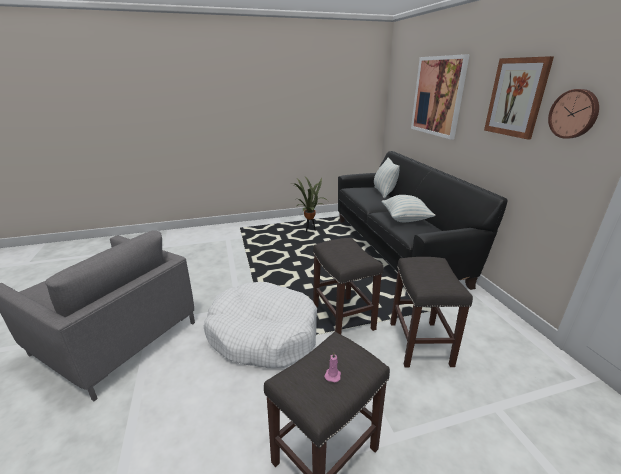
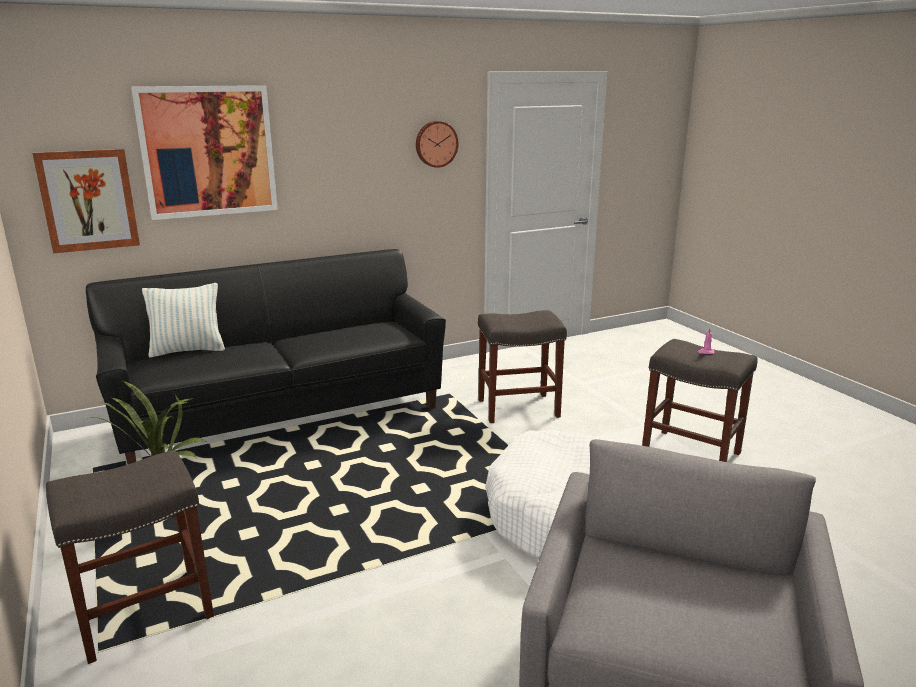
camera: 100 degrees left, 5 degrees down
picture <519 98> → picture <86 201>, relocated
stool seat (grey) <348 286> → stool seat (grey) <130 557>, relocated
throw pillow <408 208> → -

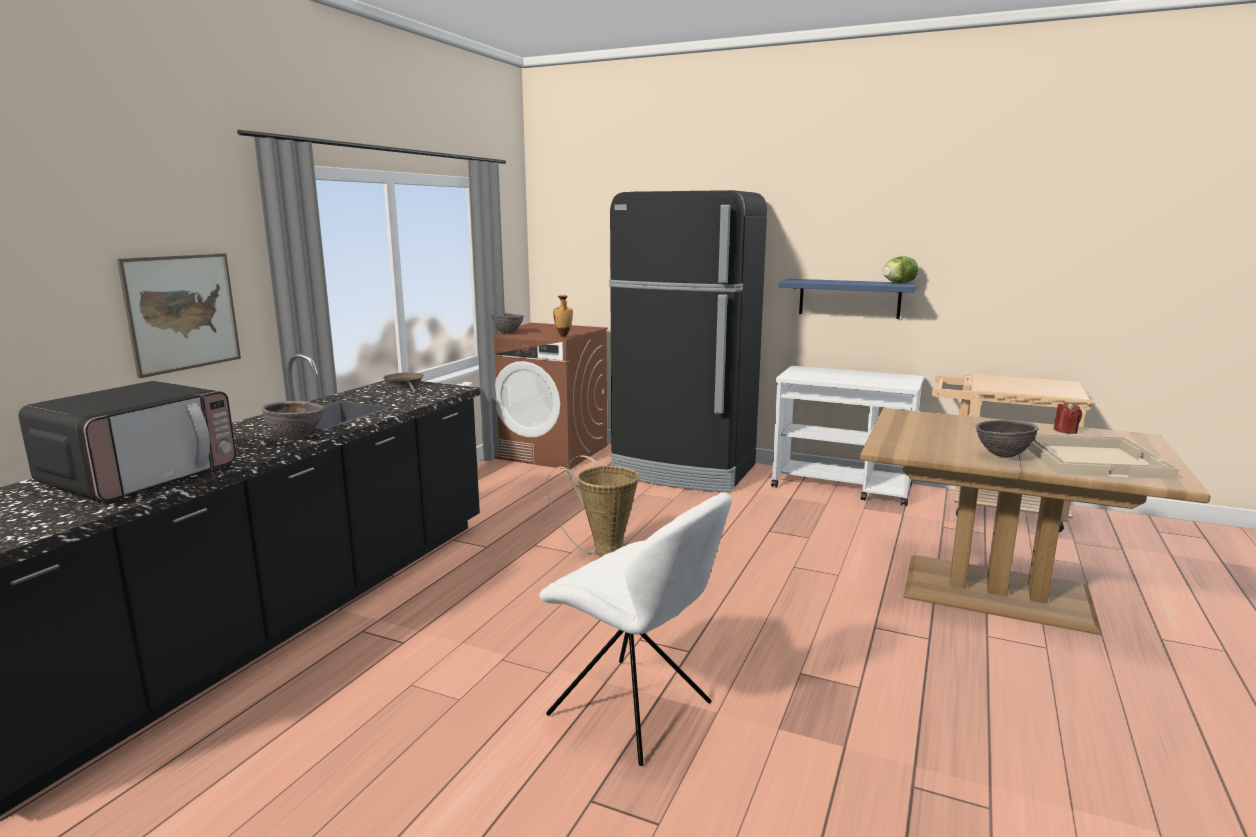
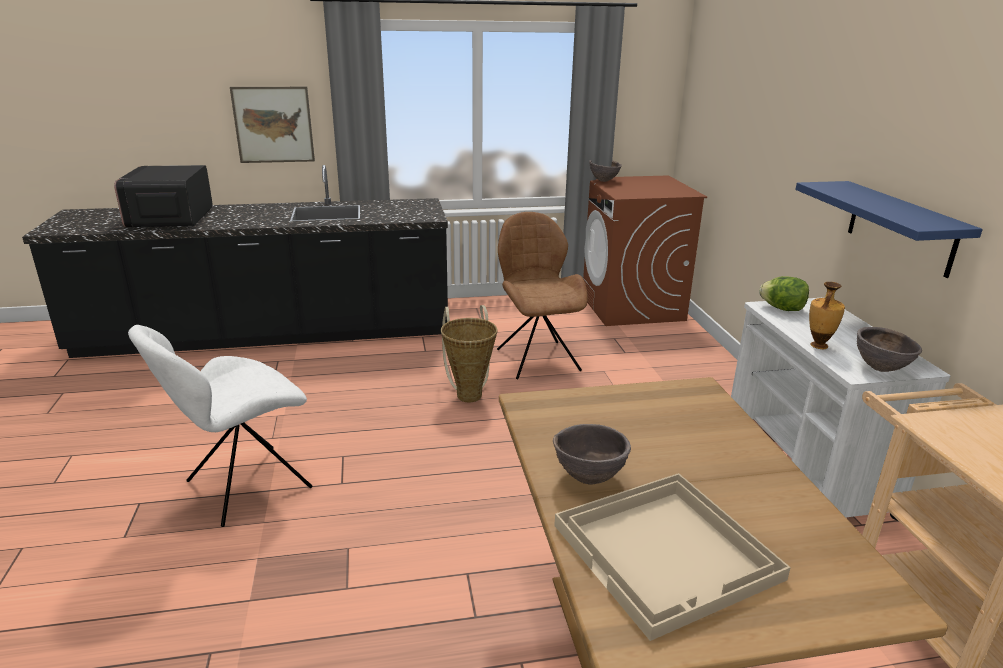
camera: 55 degrees right, 10 degrees up
kitchen microwave <127 441> → kitchen microwave <163 196>, 90 degrees clockwise
plain chair (whitish) <635 629> → plain chair (whitish) <220 426>, 45 degrees clockwise
- → plain chair (brown-coloured) <542 295>
lettuce <900 270> → lettuce <784 293>, relocated
decorative vase <563 317> → decorative vase <827 315>, relocated
bowl (brown-coloured) <292 420> → bowl (brown-coloured) <889 349>, relocated
skillet (brown-coloured) <403 383> → -
fridge (black-coloured) <688 341> → -
wax light (reddish) <1068 418> → -

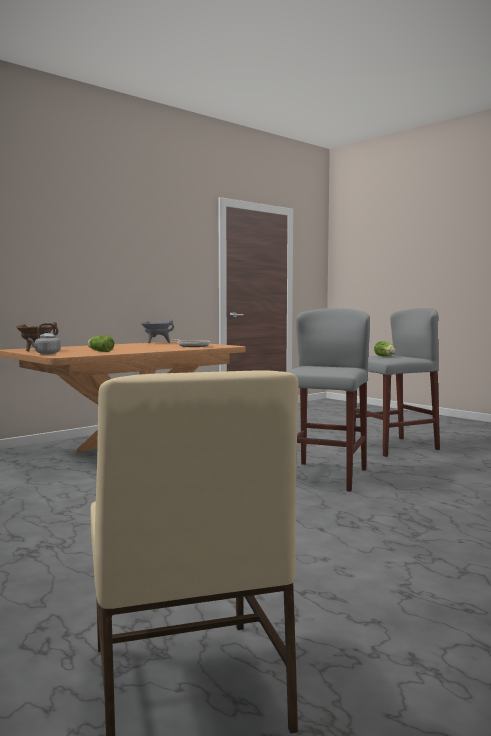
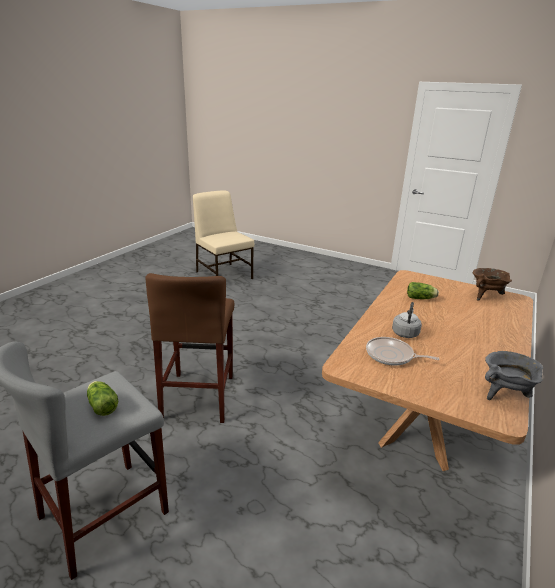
camera: 160 degrees right, 20 degrees up
stool seat (grey) <328 400> → stool seat (brown-coloured) <189 348>
kettle (grey) <44 338> → kettle (grey) <407 320>, relocated

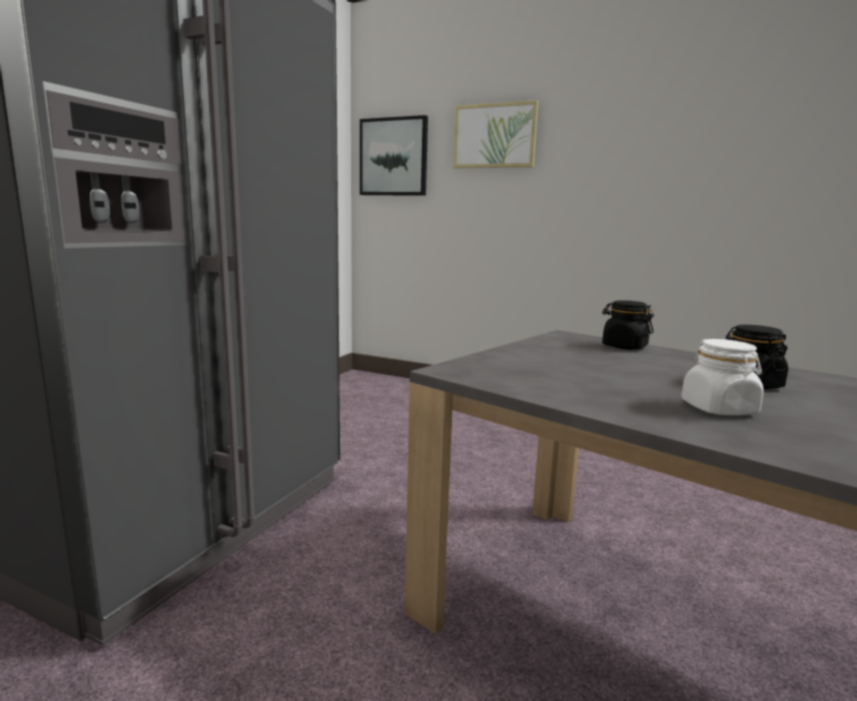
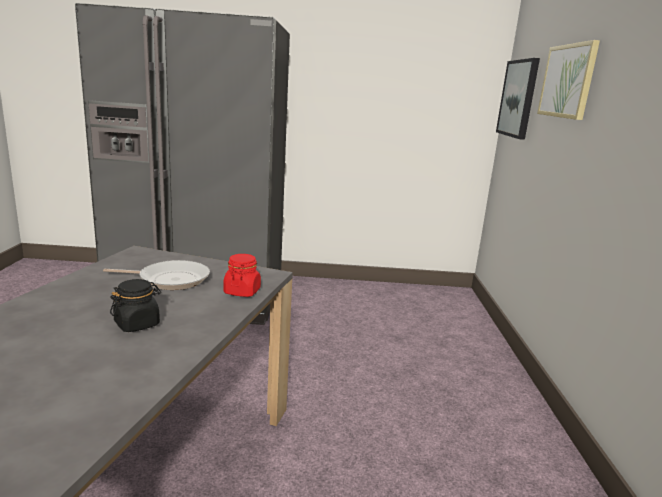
camera: 65 degrees right, 5 degrees up
- → skillet <156 275>
jar (black-coloured) <628 325> → jar (reddish) <242 275>
jar (whitish) <722 377> → -

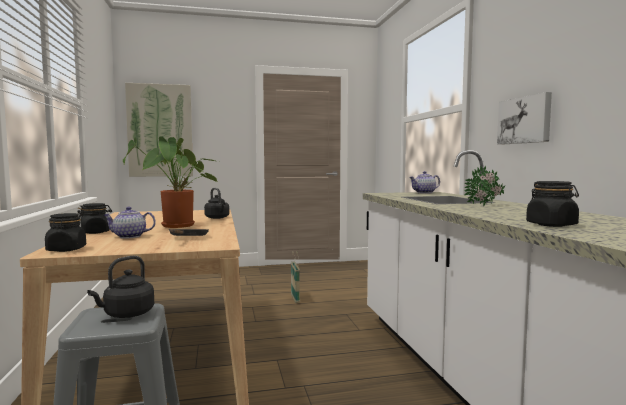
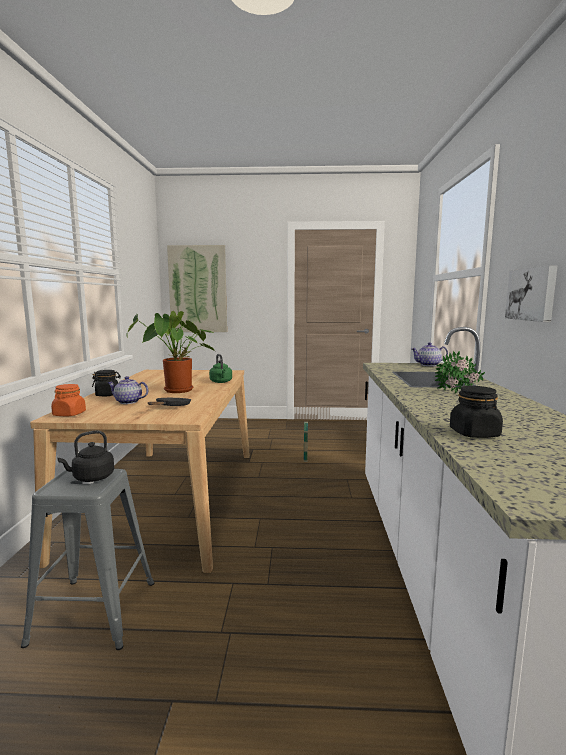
camera: 15 degrees right, 5 degrees up
jar (black-coloured) <65 232> → jar (orange) <68 400>
kettle (black-coloured) <216 203> → kettle (green-coloured) <220 368>

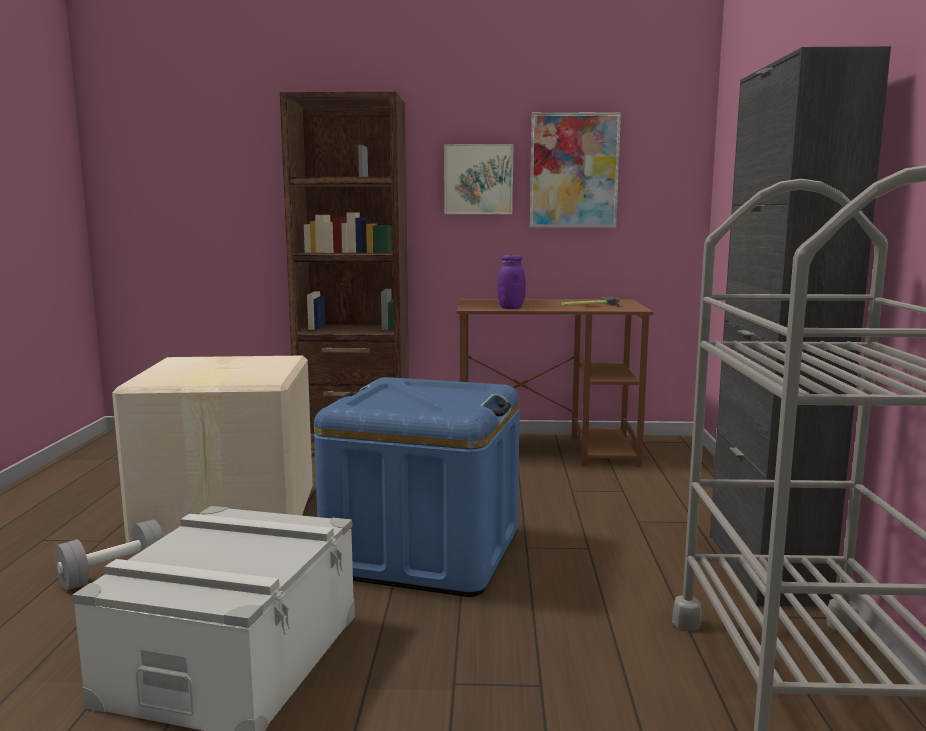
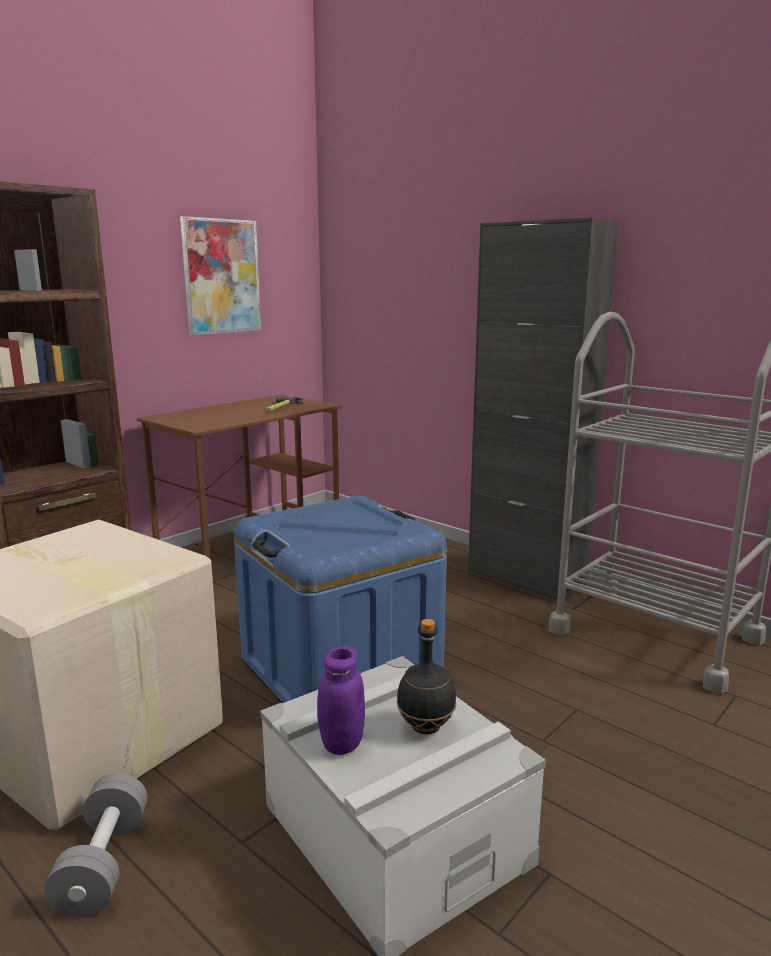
camera: 50 degrees left, 5 degrees up
jar (purplish) <511 282> → jar (purplish) <341 700>, relocated
- → beverage bottle (black-coloured) <426 676>
picture <478 179> → -

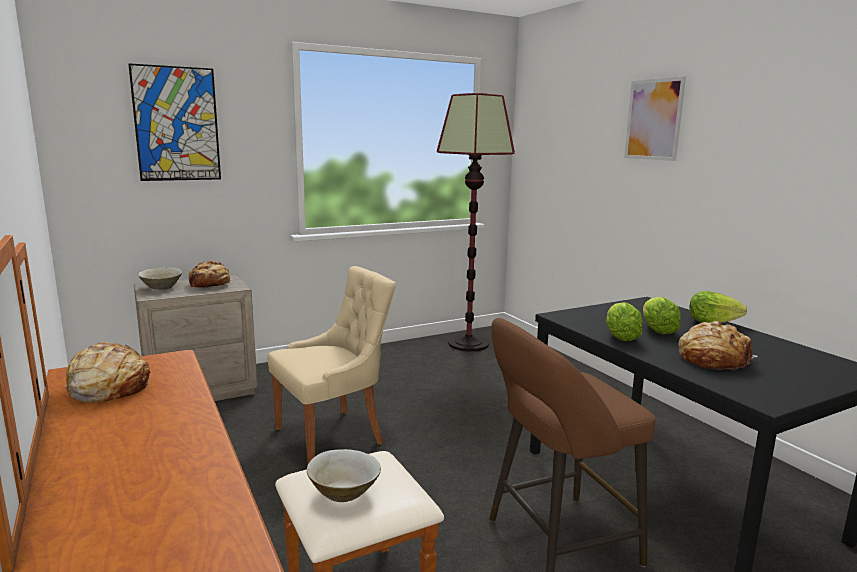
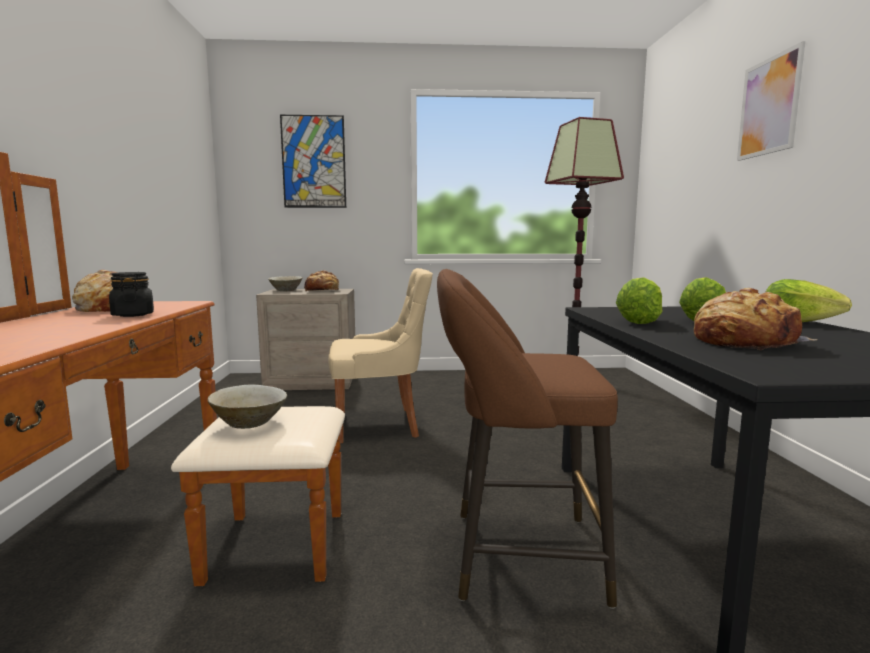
camera: 25 degrees right, 5 degrees down
- → jar (black-coloured) <131 294>

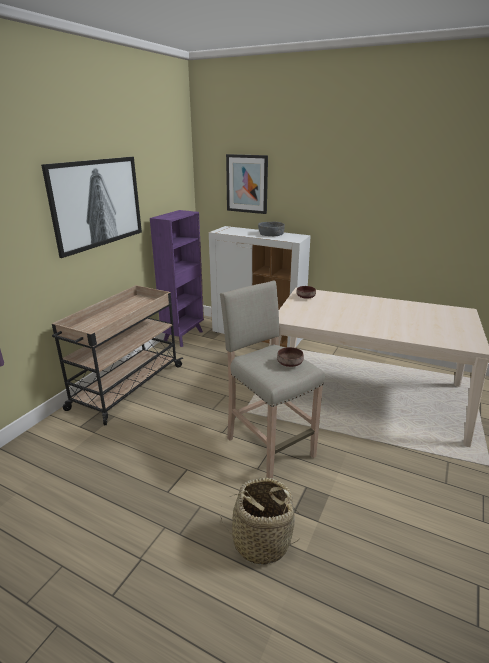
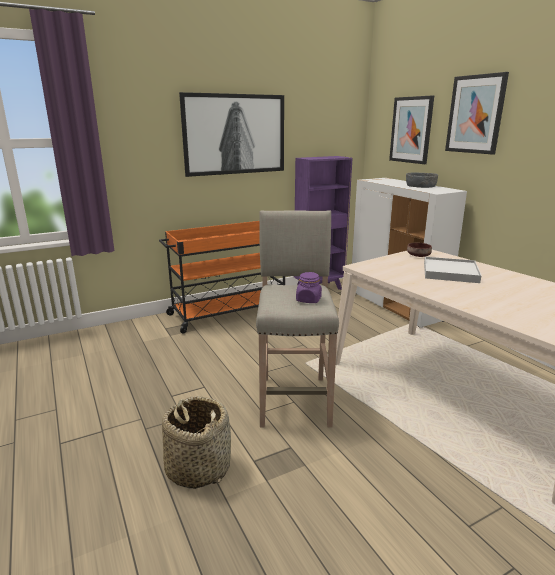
camera: 35 degrees right, 5 degrees down
wheeled cart (beige) <117 355> → wheeled cart (orange) <222 277>
bowl (brown-coloured) <290 357> → jar (purplish) <309 287>
- → serving tray (whitish) <453 270>
- → picture <477 113>

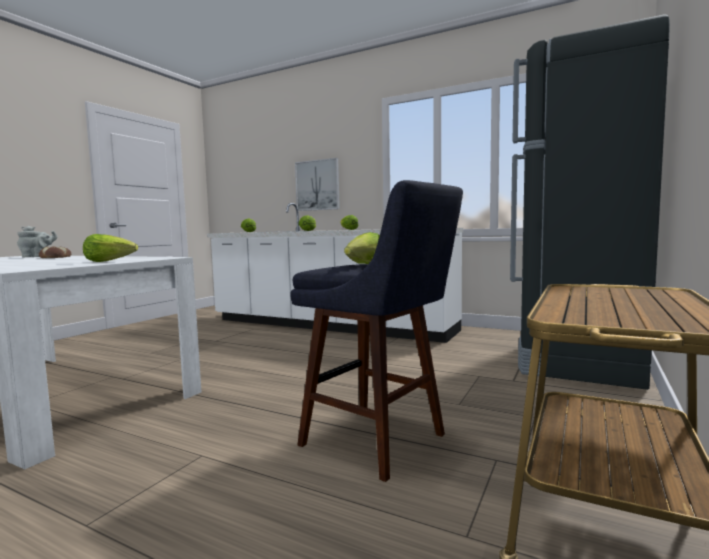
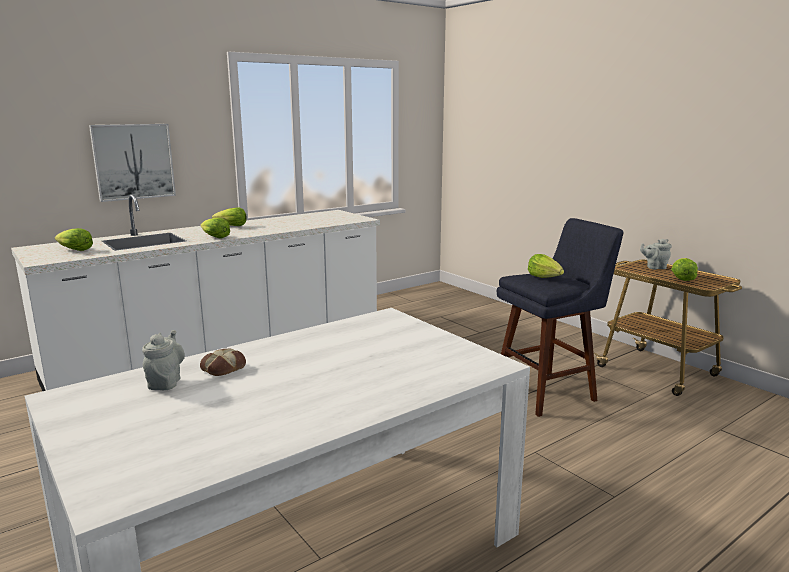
camera: 65 degrees left, 10 degrees up
- → teapot (grey) <656 254>
lettuce <110 248> → lettuce <684 269>, relocated
fridge (black-coloured) <590 202> → -

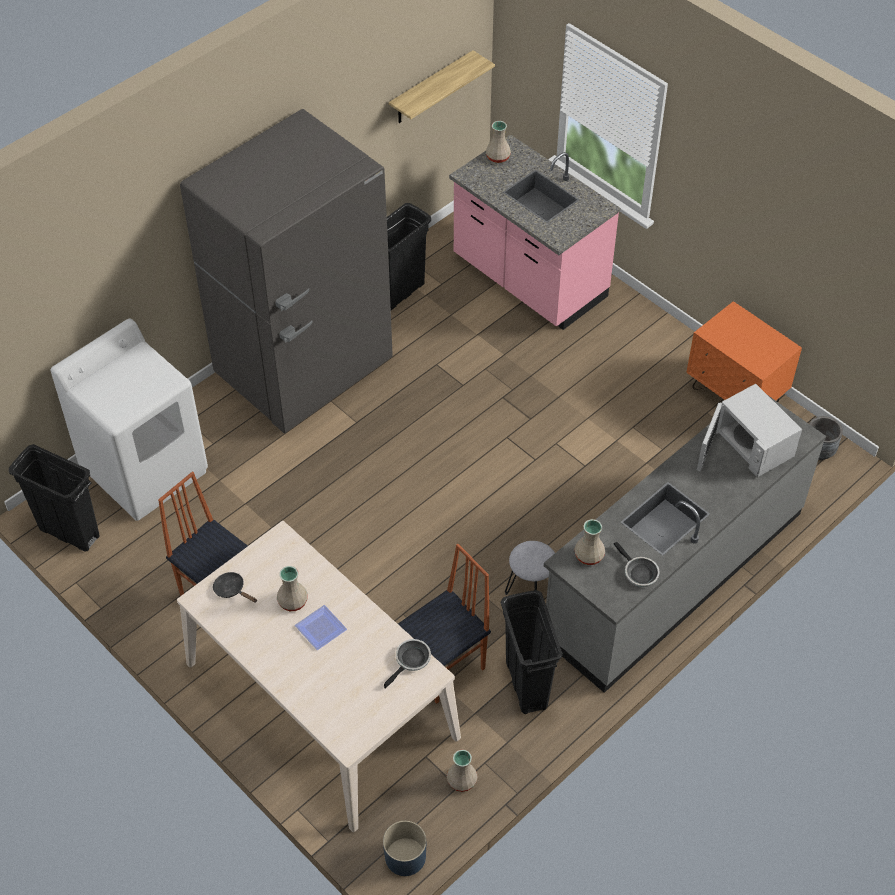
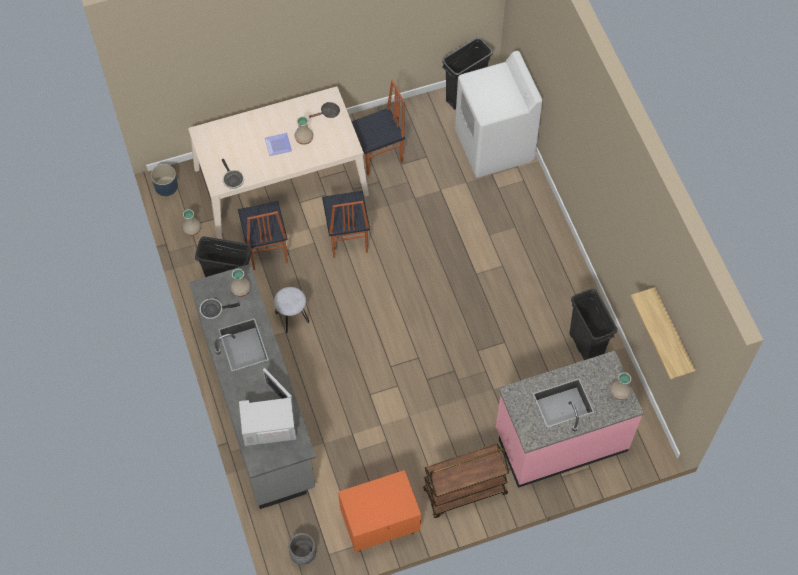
camera: 115 degrees right, 10 degrees up
- → plain chair <346 224>
- → wheeled cart (brown-coloured) <466 481>
fridge (grey) <286 271> → -

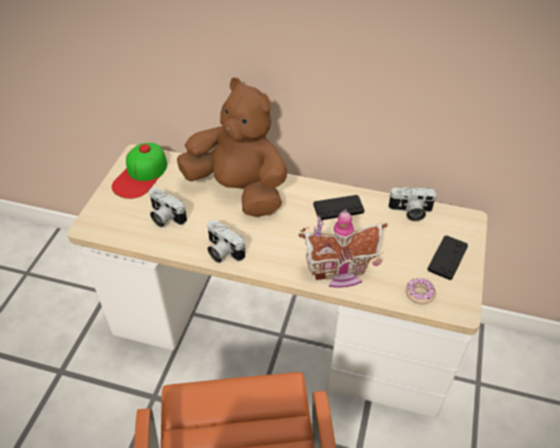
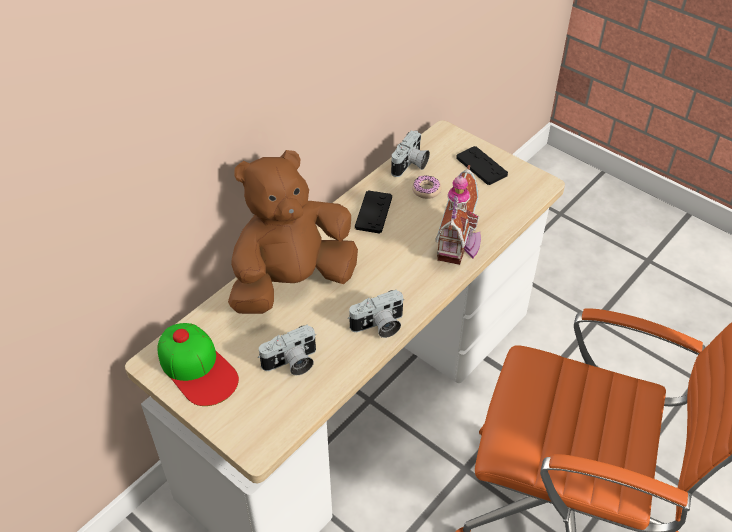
camera: 65 degrees left, 0 degrees up
donut <421 291> → donut <427 187>, relocated

